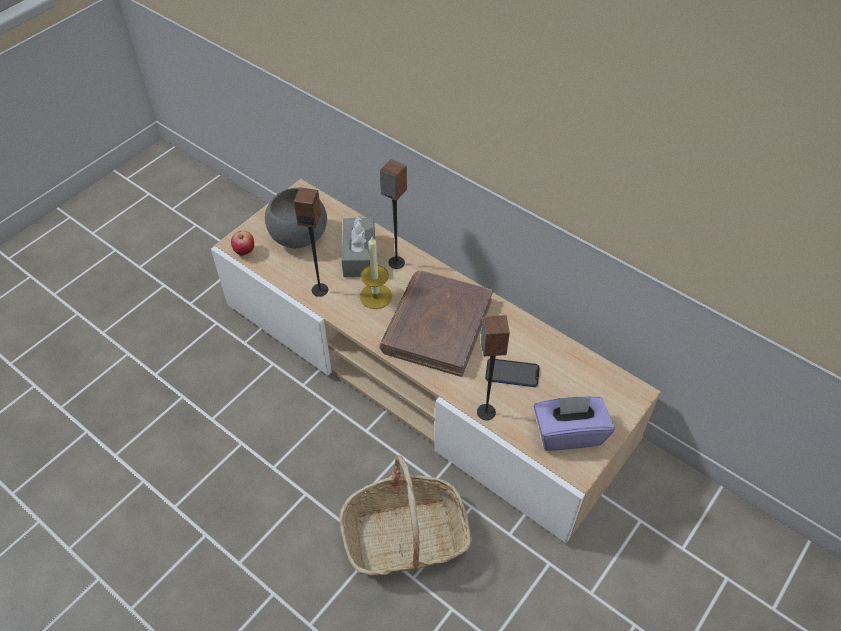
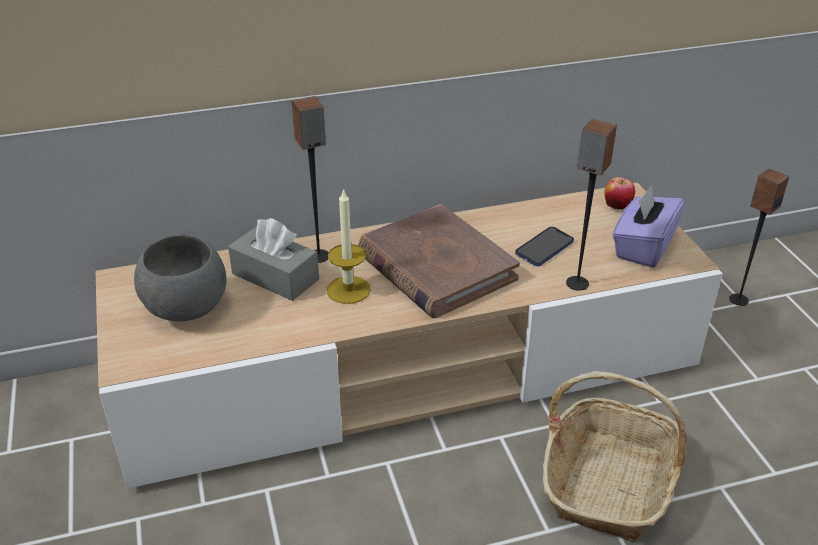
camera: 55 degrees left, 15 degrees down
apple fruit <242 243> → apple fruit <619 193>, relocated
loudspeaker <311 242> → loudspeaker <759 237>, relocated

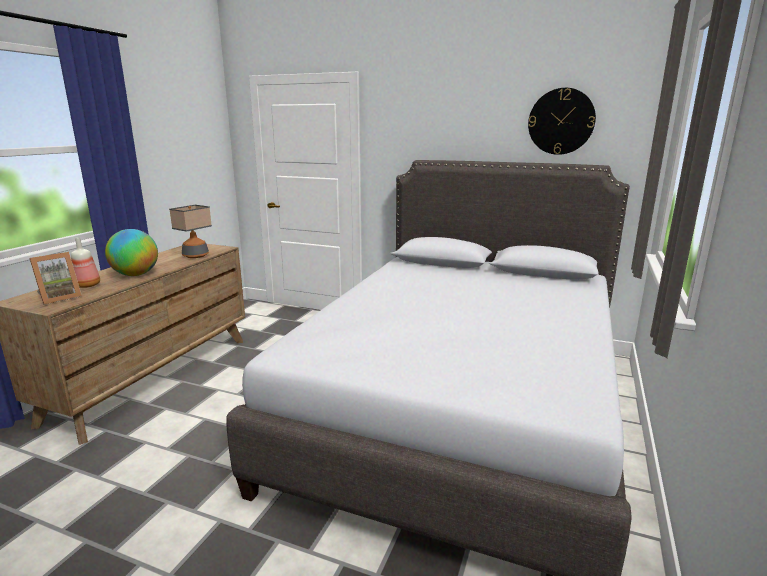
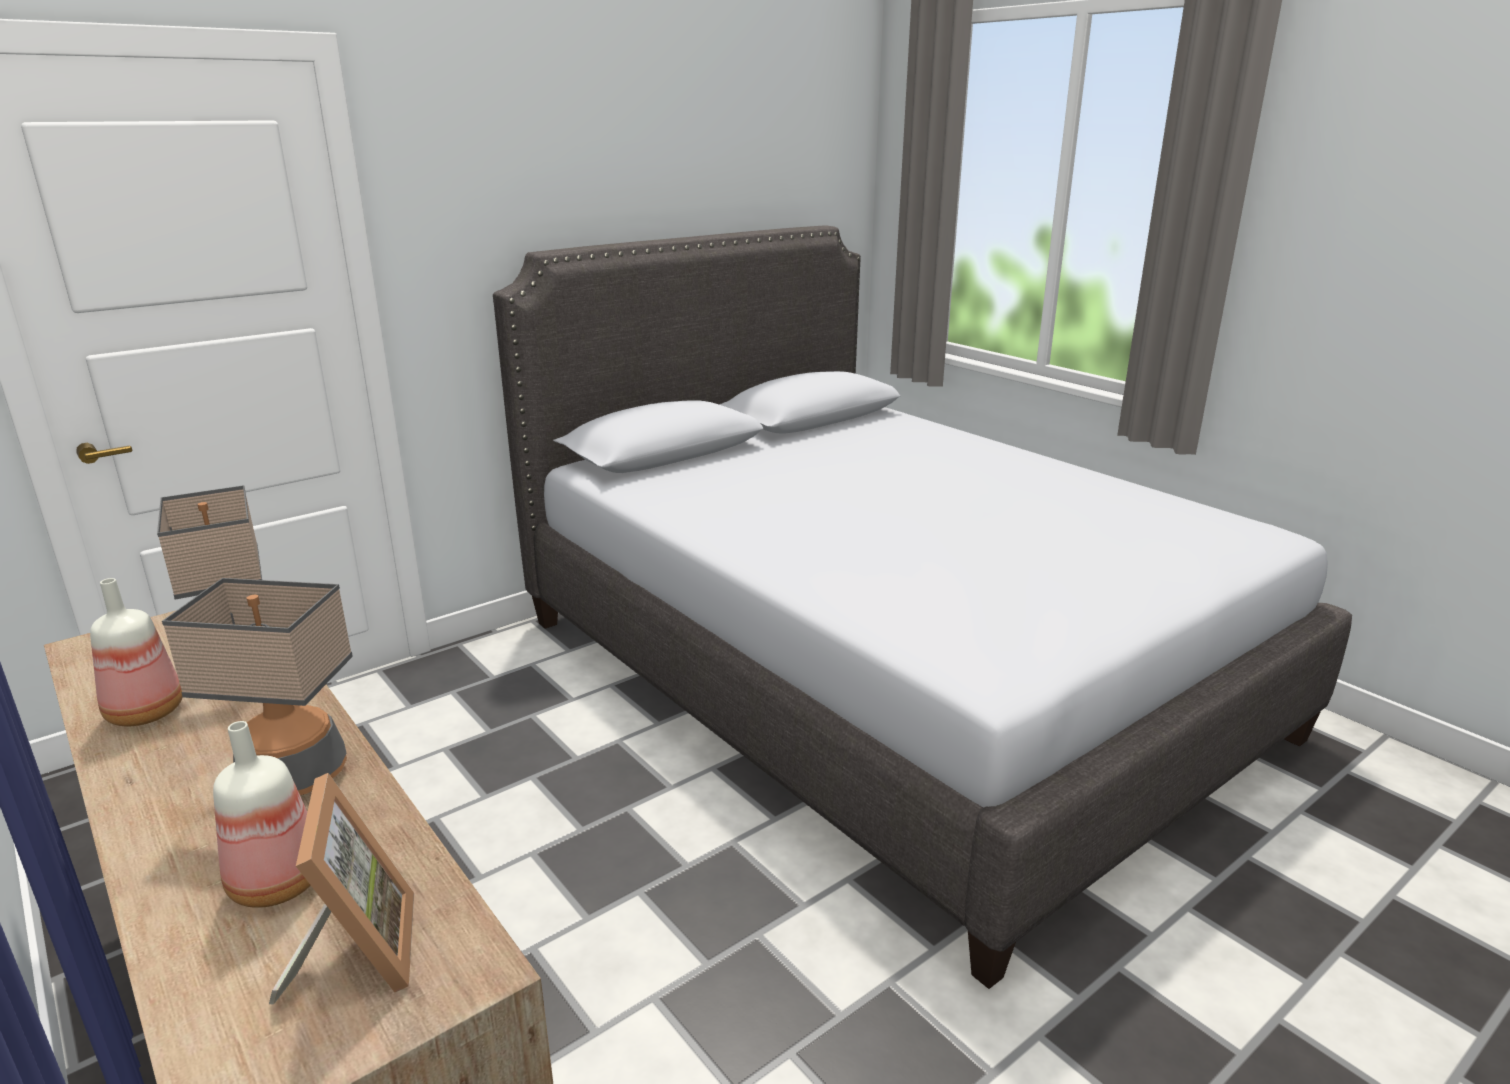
camera: 60 degrees left, 5 degrees up
- → beverage bottle <136 652>
desk globe <131 252> → tabletop lamp <257 686>
wall clock <562 121> → -

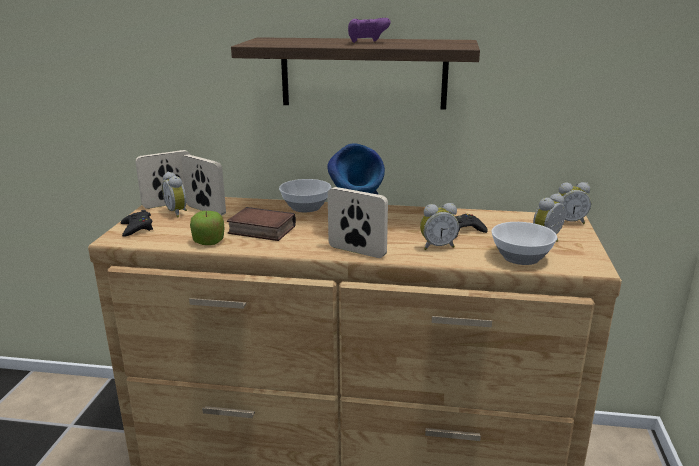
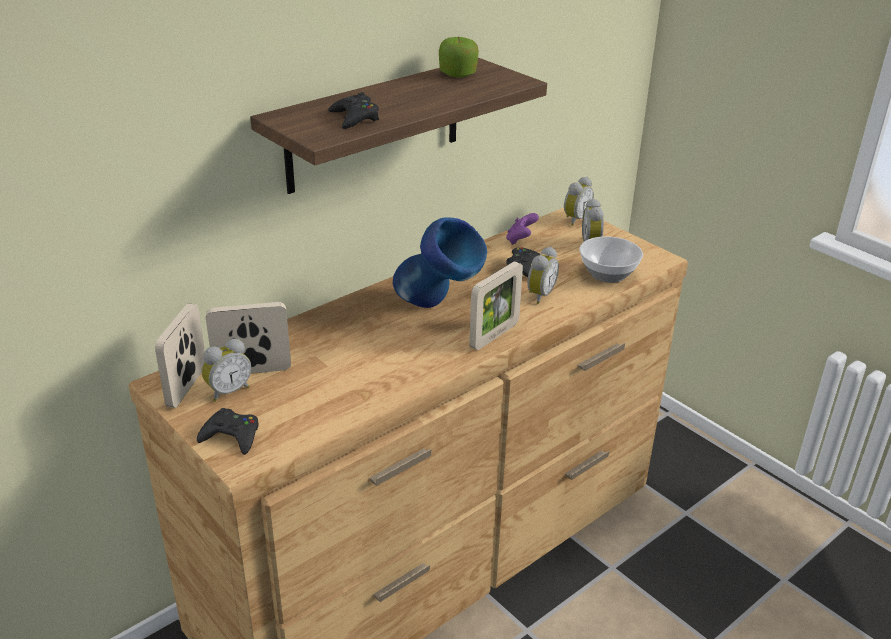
camera: 50 degrees left, 10 degrees up
table clock <174 195> → table clock <226 370>, 45 degrees counterclockwise
- → joypad (black-coloured) <353 110>
apple fruit <207 228> → apple fruit <459 57>, relocated
standing frame <358 222> → standing frame <496 305>, 150 degrees clockwise
joypad (purplish) <369 30> → joypad (purplish) <522 229>, relocated
bound book <261 224> → -
bowl <305 195> → -

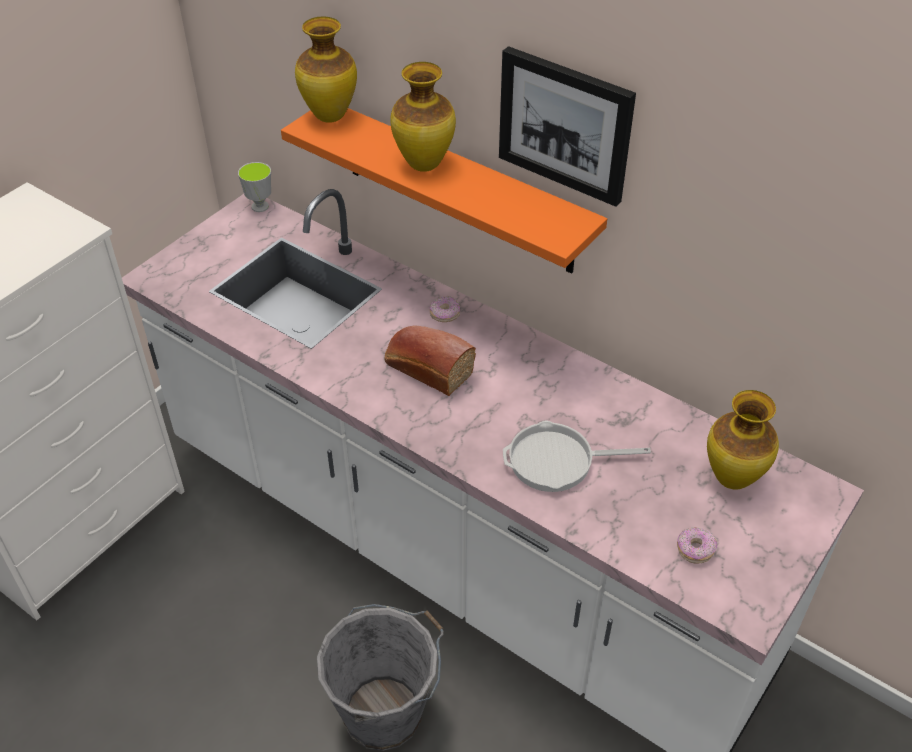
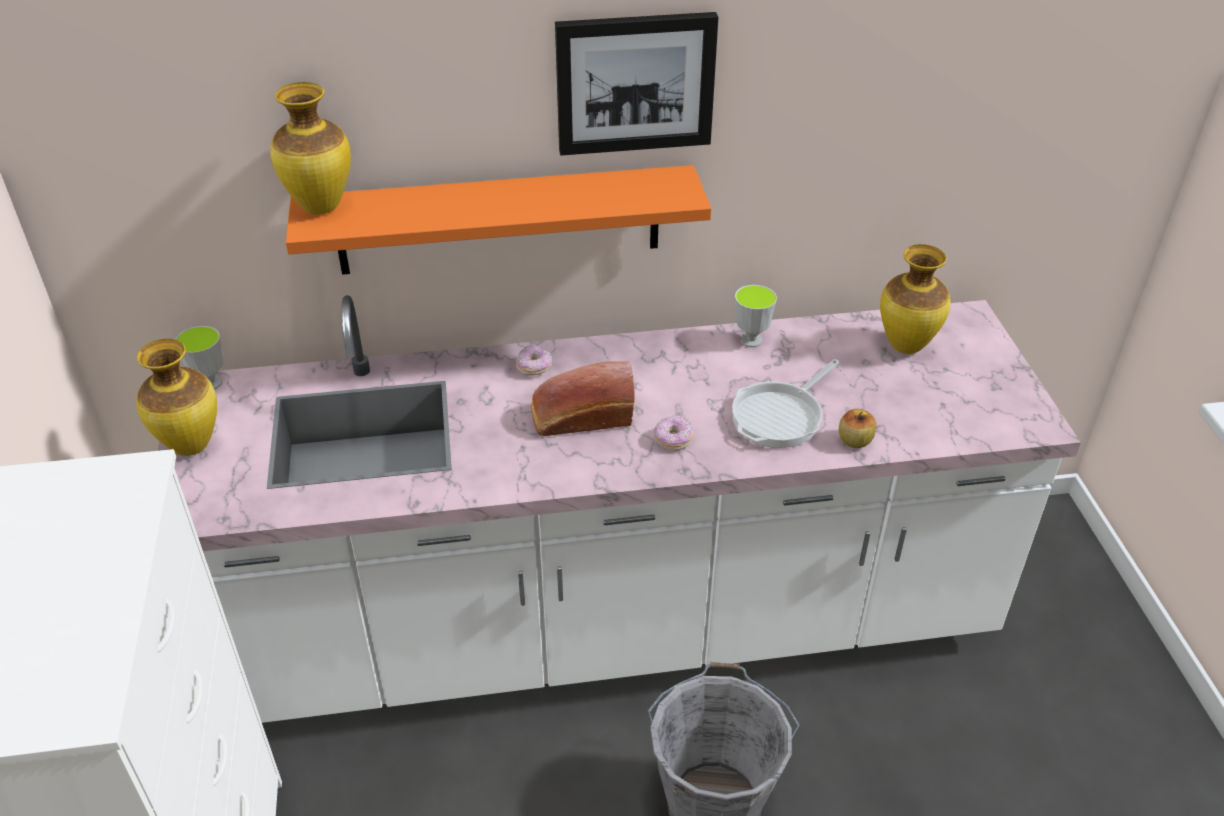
camera: 45 degrees left, 5 degrees down
decorative vase <423 117> → decorative vase <176 397>, relocated
donut <697 545> → donut <673 433>, relocated
- → cup <756 316>
- → apple fruit <857 428>

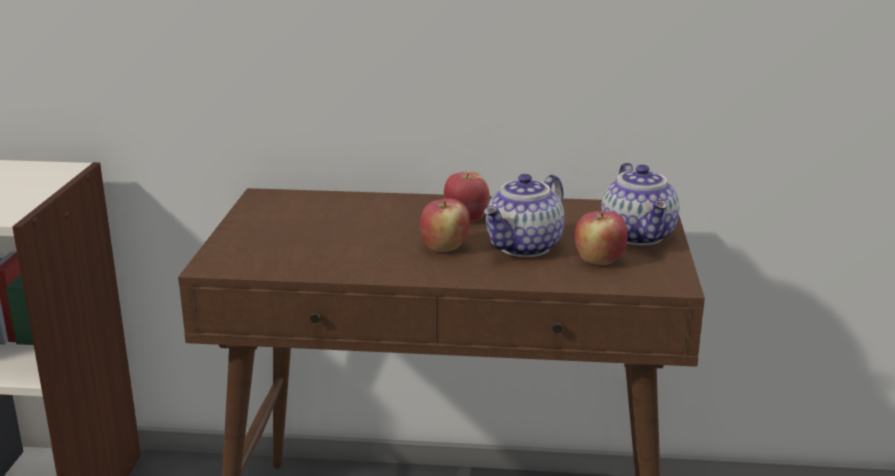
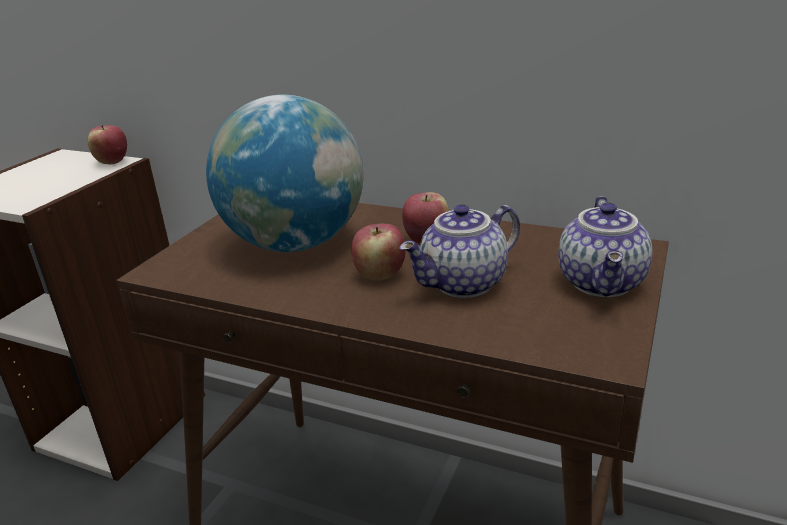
camera: 20 degrees right, 5 degrees up
apple fruit <601 238> → apple fruit <107 144>, relocated
- → desk globe <284 173>

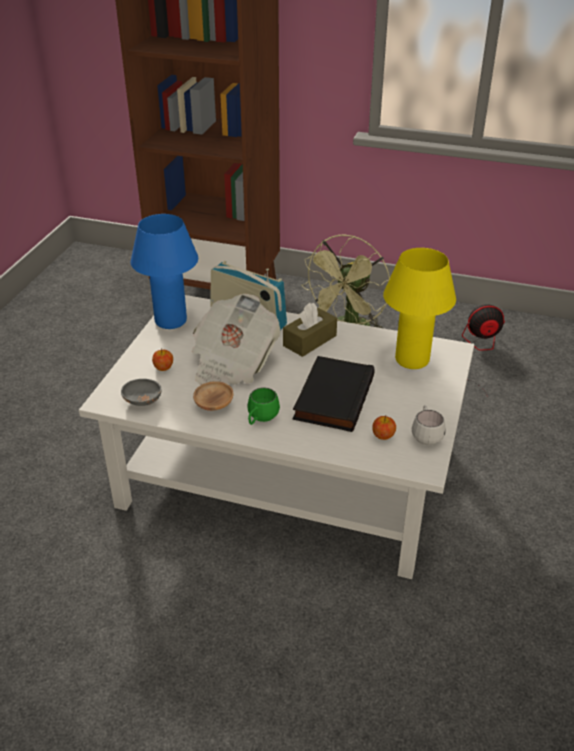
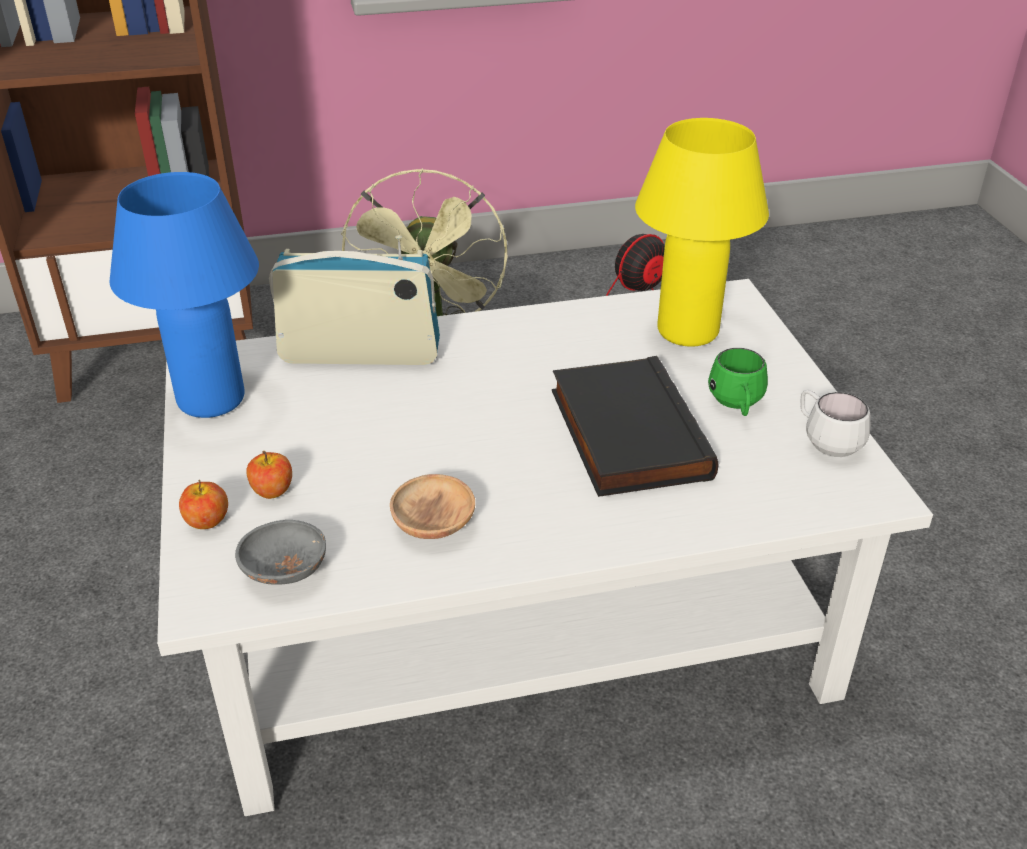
camera: 30 degrees left, 0 degrees up
apple fruit <384 428> → apple fruit <203 504>, relocated
mug (green-coloured) <263 406> → mug (green-coloured) <738 382>, relocated
printed paper <236 339> → -
tissue box (brown-coloured) <310 330> → -

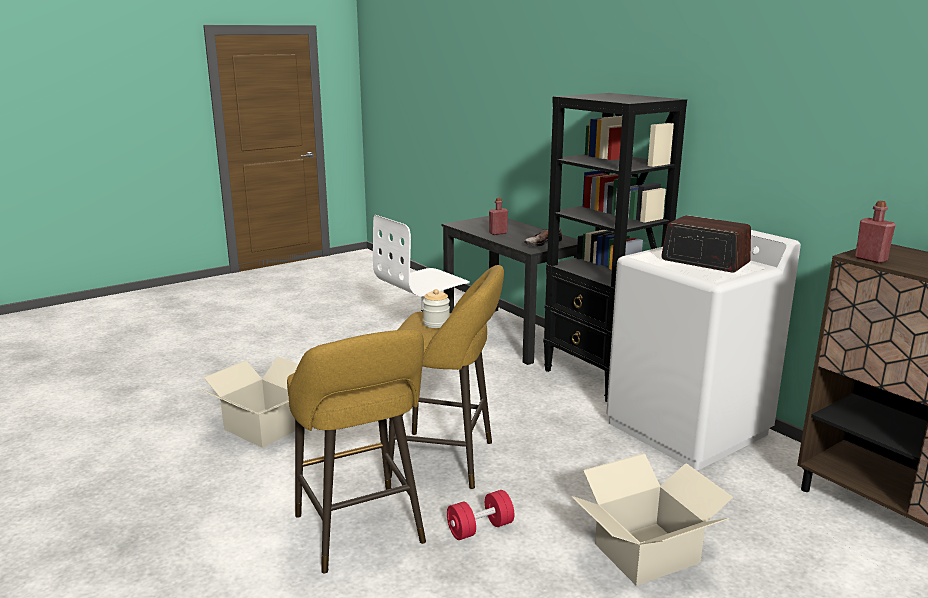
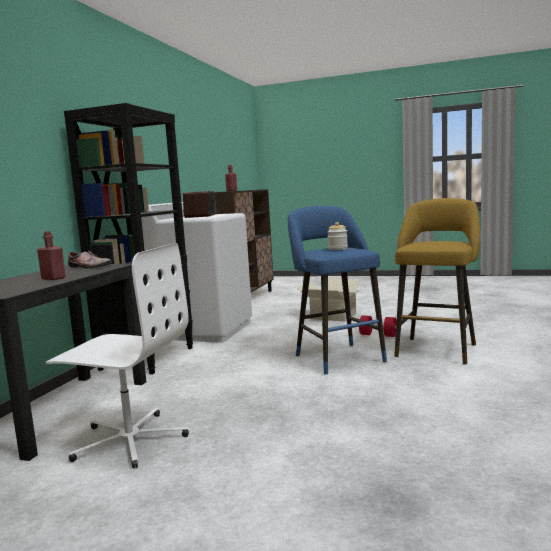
camera: 125 degrees left, 10 degrees down
stool seat (yellowish) <446 377> → stool seat (blue) <337 290>
carton <249 402> → -

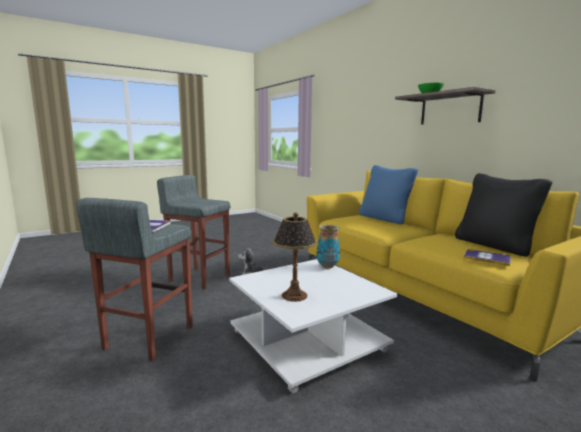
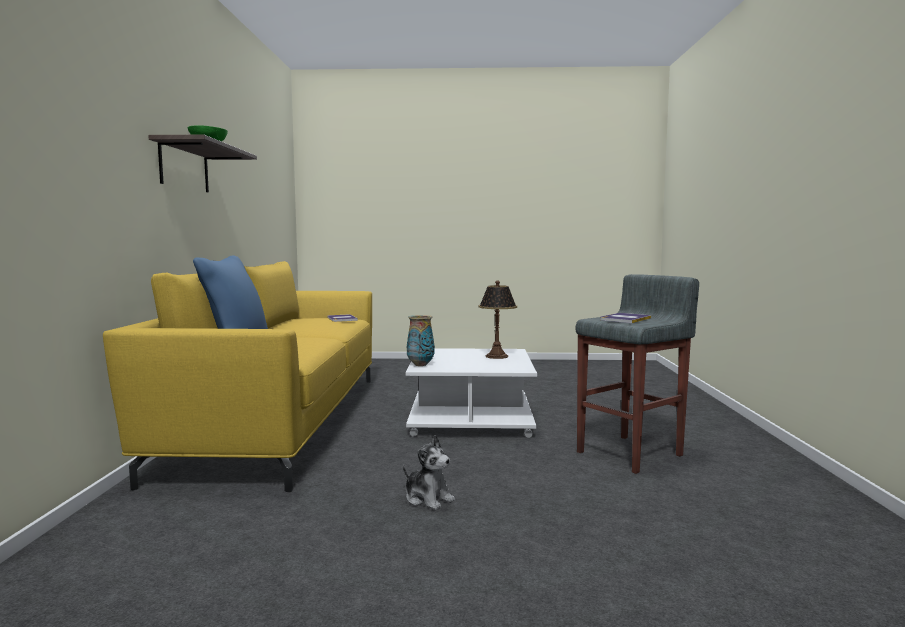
camera: 145 degrees left, 5 degrees down
stool seat (grey) <193 232> → -
throw pillow (black-coloured) <503 214> → -

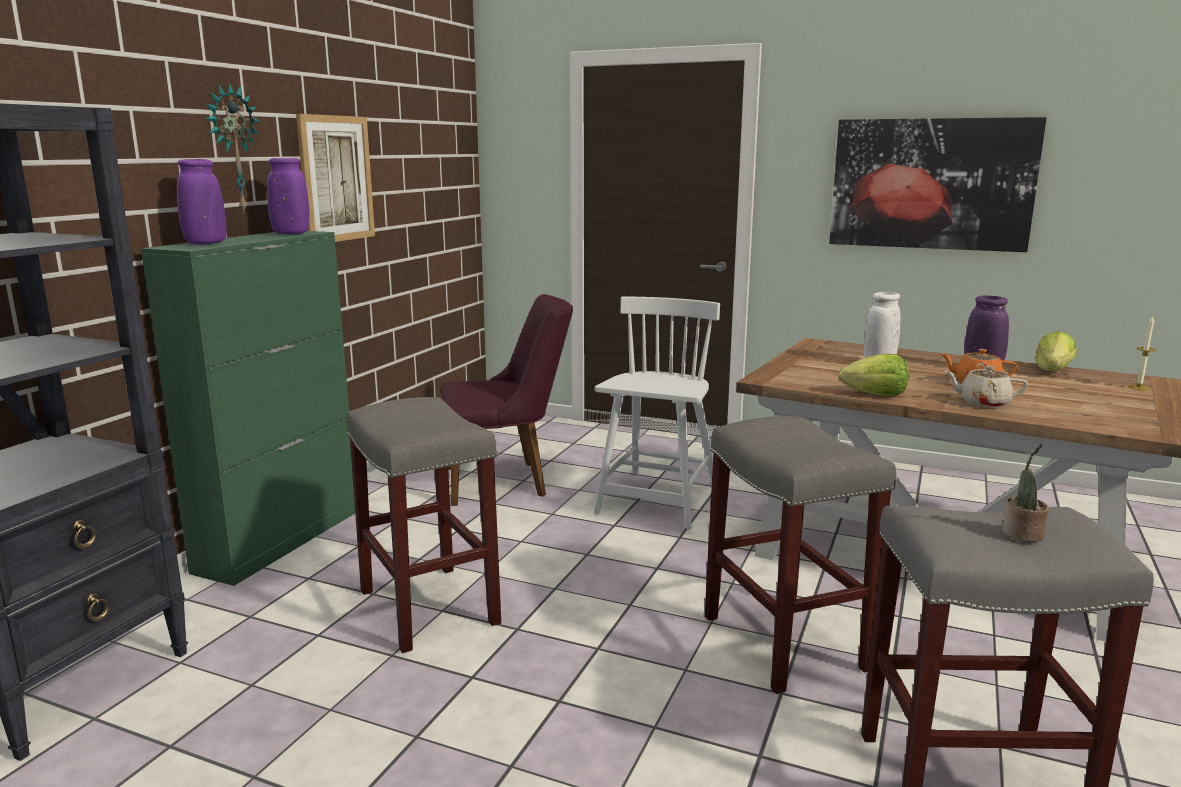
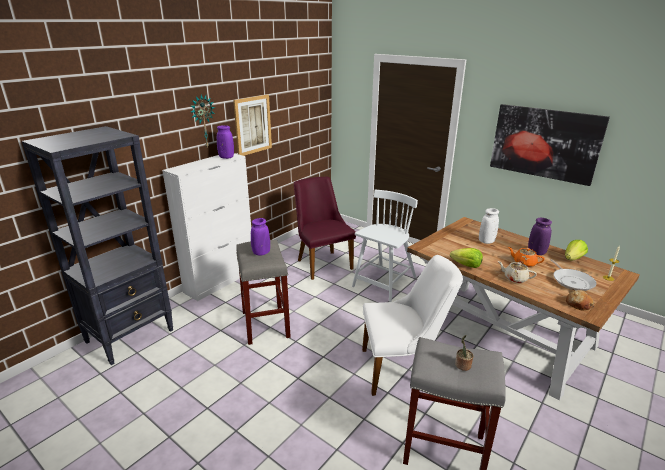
camera: 15 degrees right, 10 degrees up
cabinet (green-coloured) <248 408> → cabinet (whitish) <206 227>
decorative vase (purplish) <201 201> → decorative vase (purplish) <260 237>, relocated
plain chair (purplish) <507 400> → plain chair (purplish) <325 228>, 120 degrees counterclockwise
stool seat (grey) <800 555> → plain chair (whitish) <412 325>
- → skillet <574 275>
- → bakery bread <580 300>

